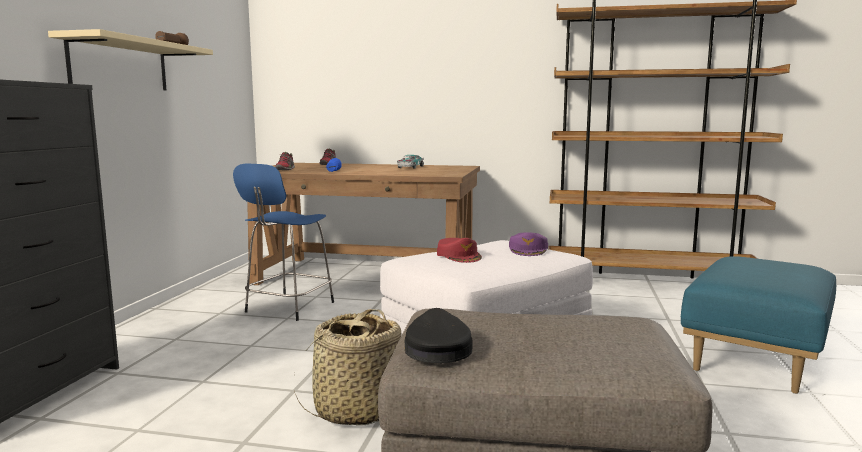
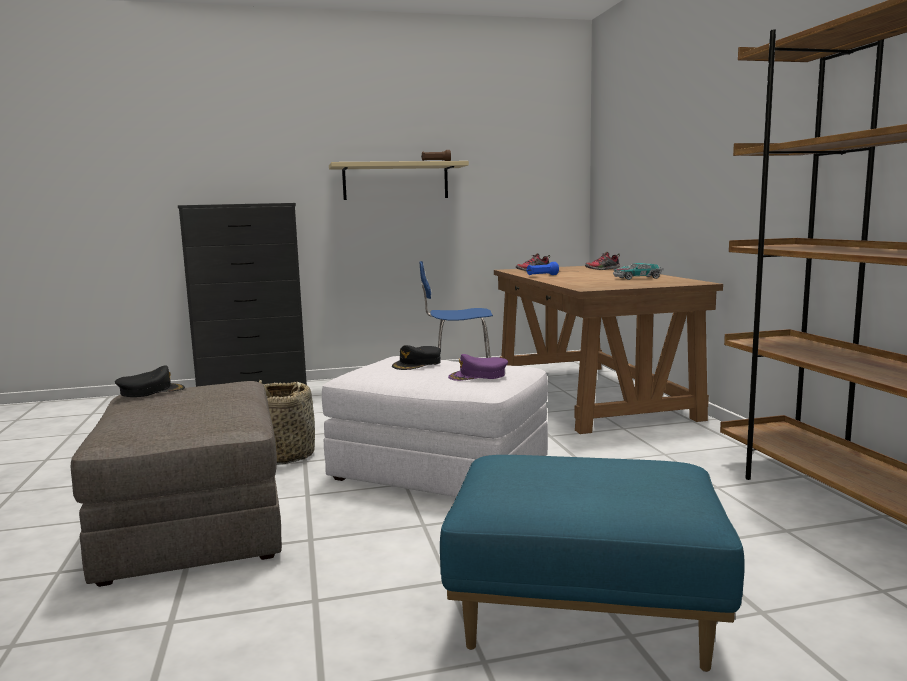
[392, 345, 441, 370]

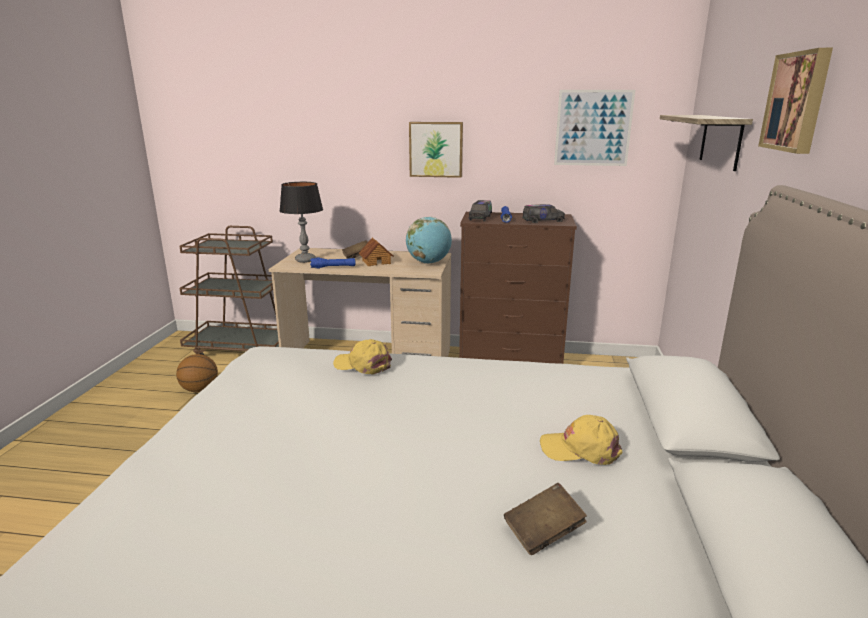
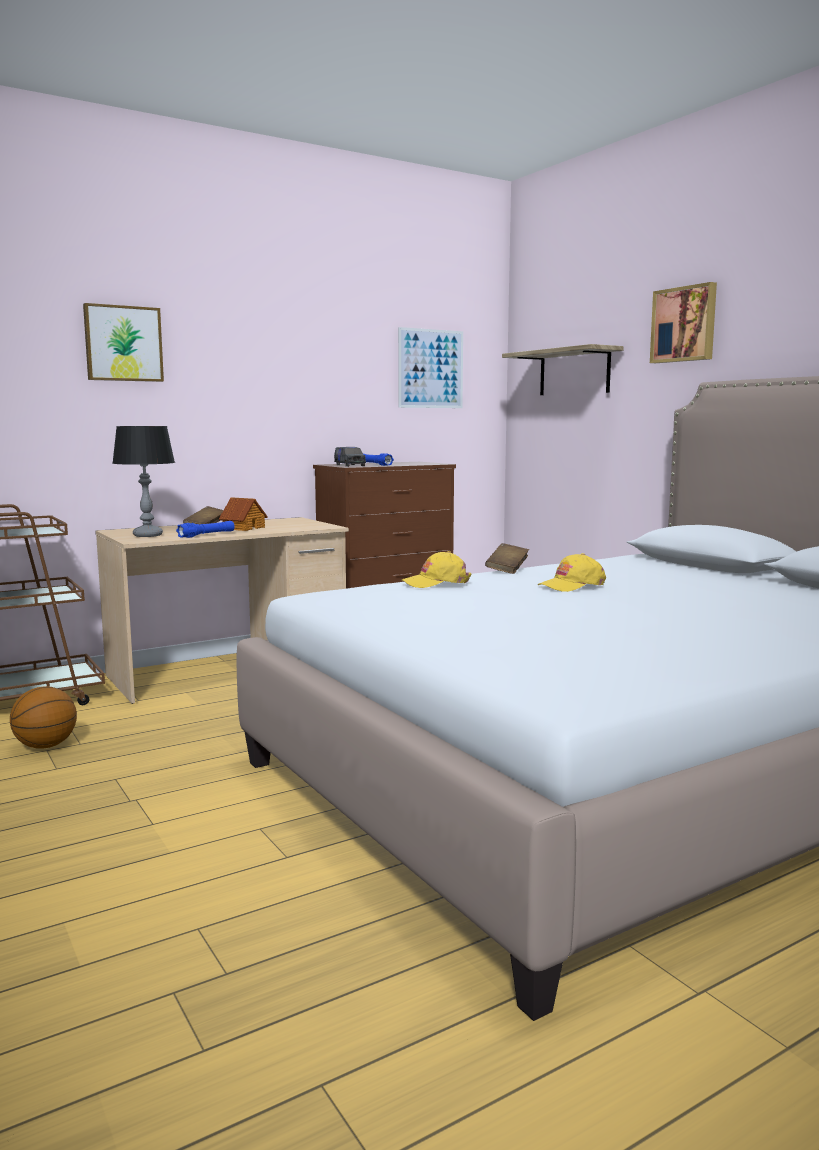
[83, 303, 164, 382]
[485, 543, 529, 574]
[537, 553, 606, 592]
[406, 217, 452, 264] (first image)
[522, 204, 565, 223] (first image)

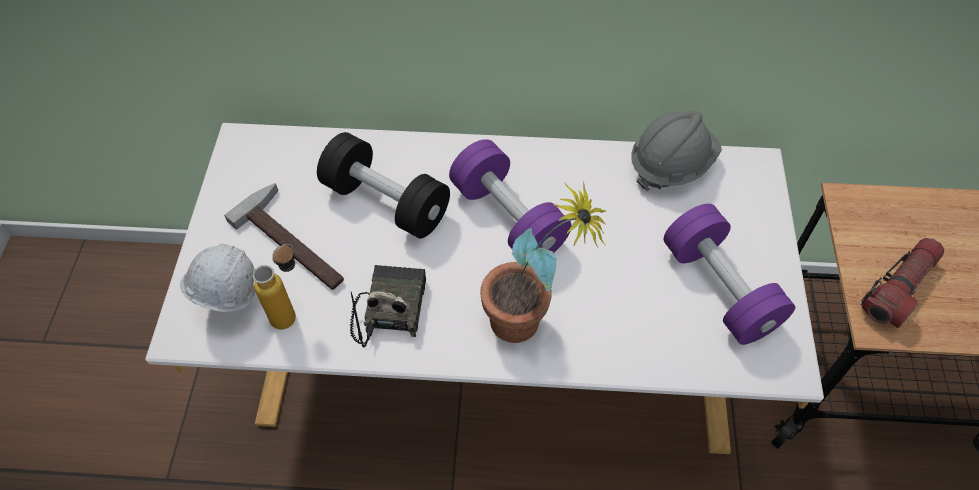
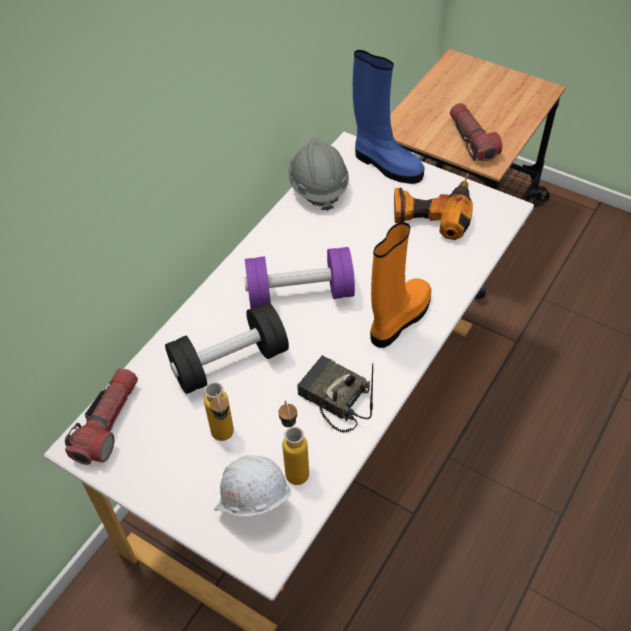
[65, 368, 138, 465]
[204, 382, 234, 441]
[353, 50, 425, 184]
[370, 222, 432, 348]
[394, 173, 473, 240]

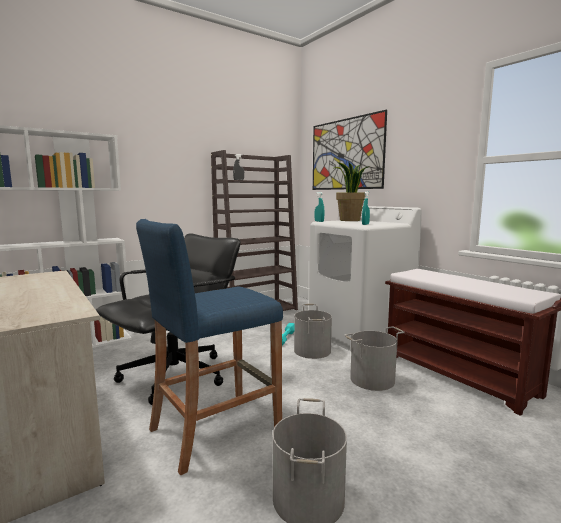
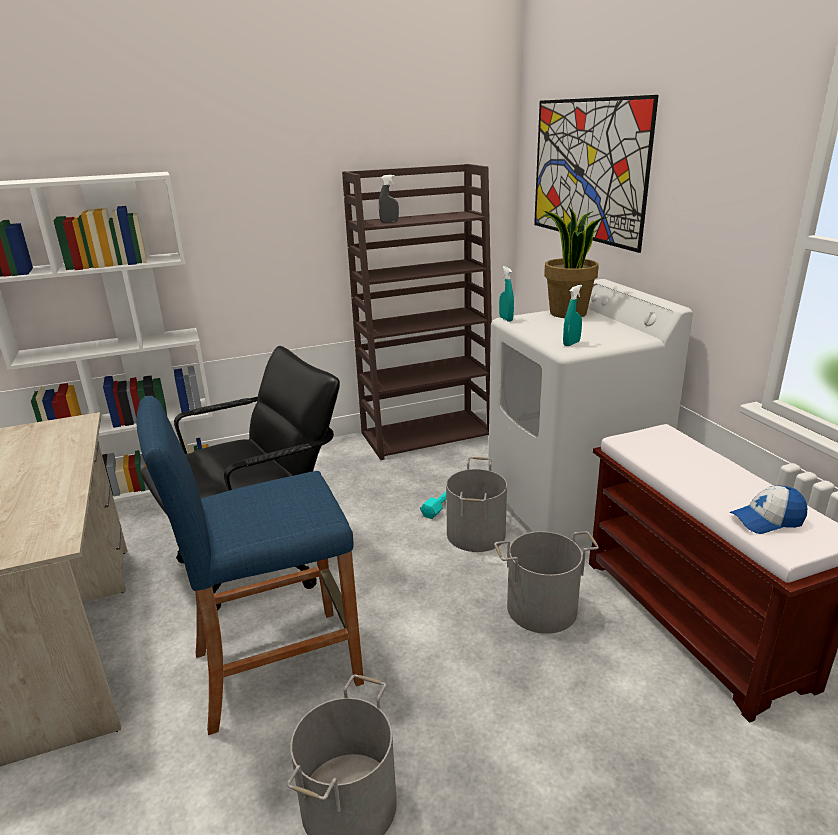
[730, 486, 807, 534]

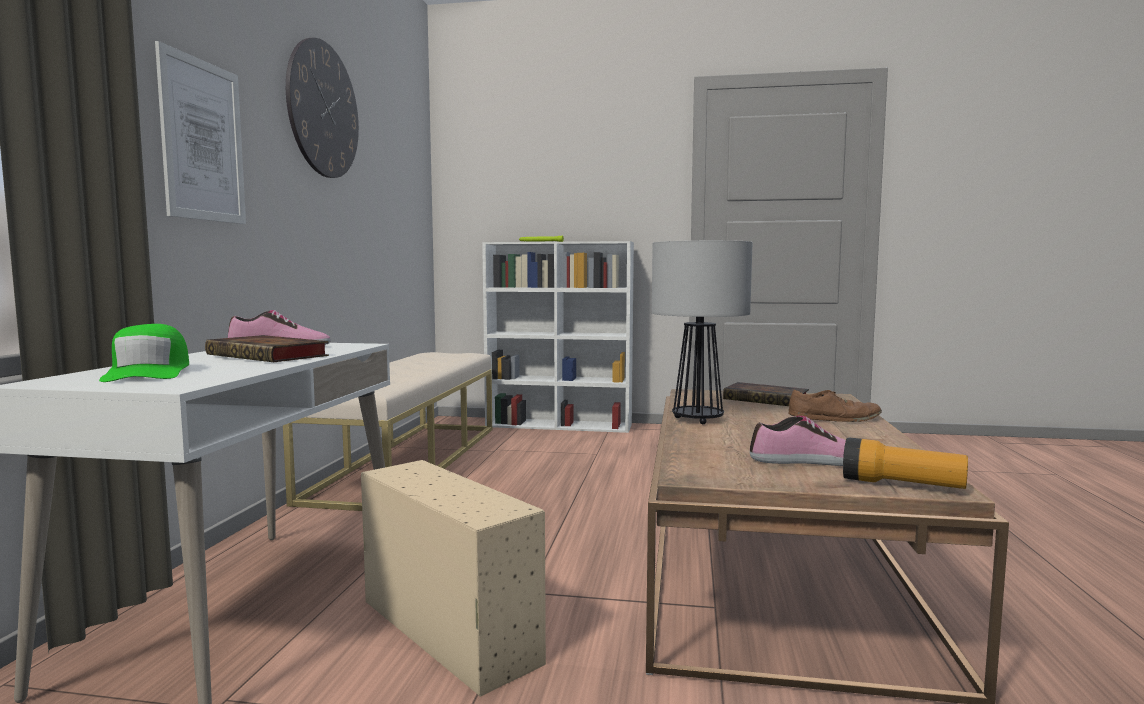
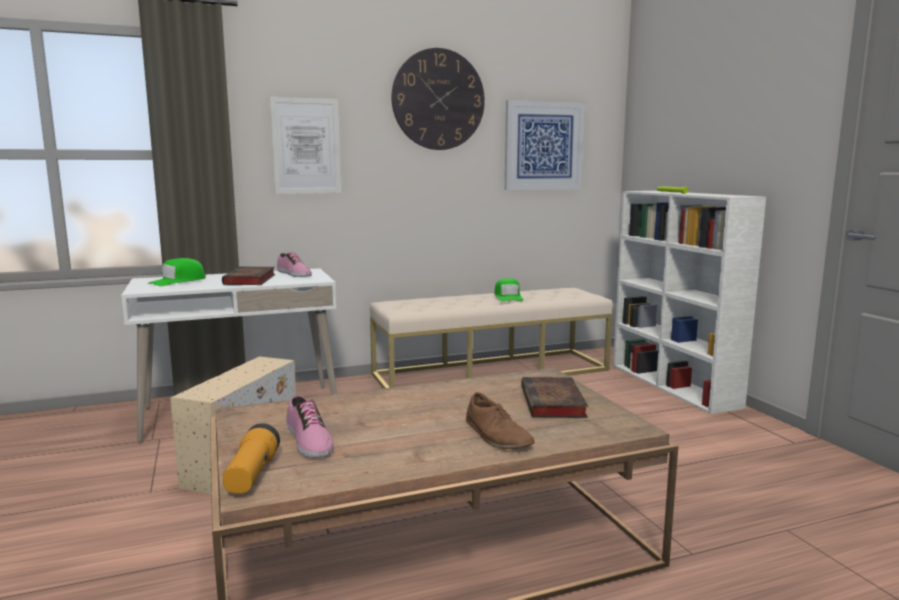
[494, 278, 524, 301]
[505, 100, 585, 190]
[652, 240, 752, 424] (first image)

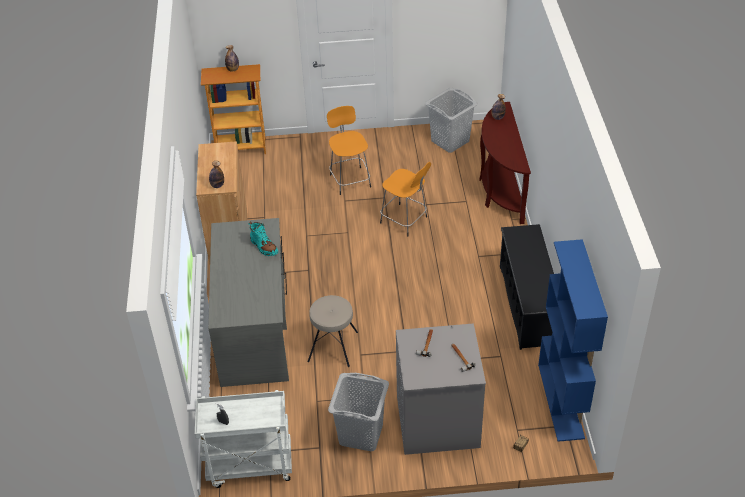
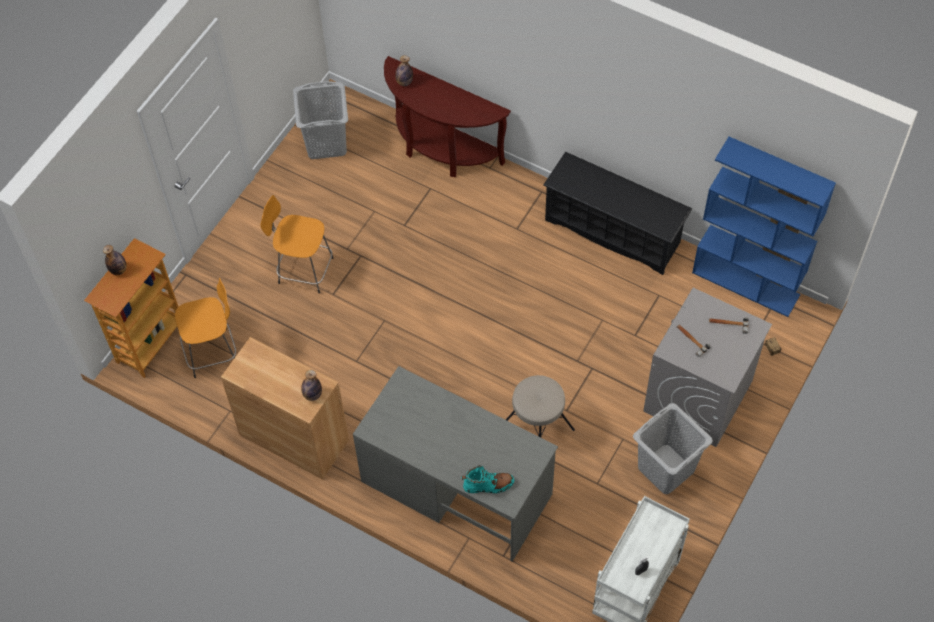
[175, 277, 236, 378]
[461, 465, 514, 493]

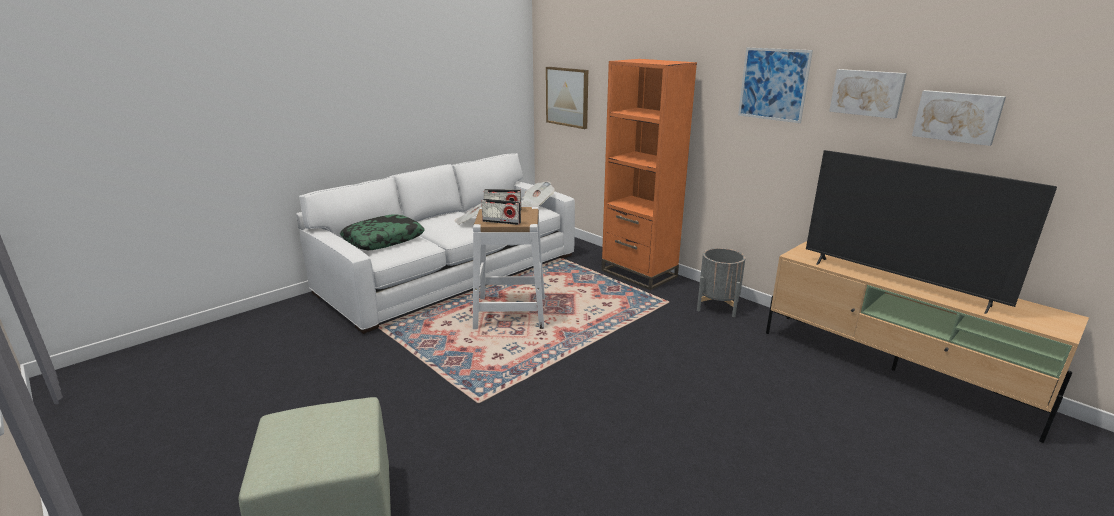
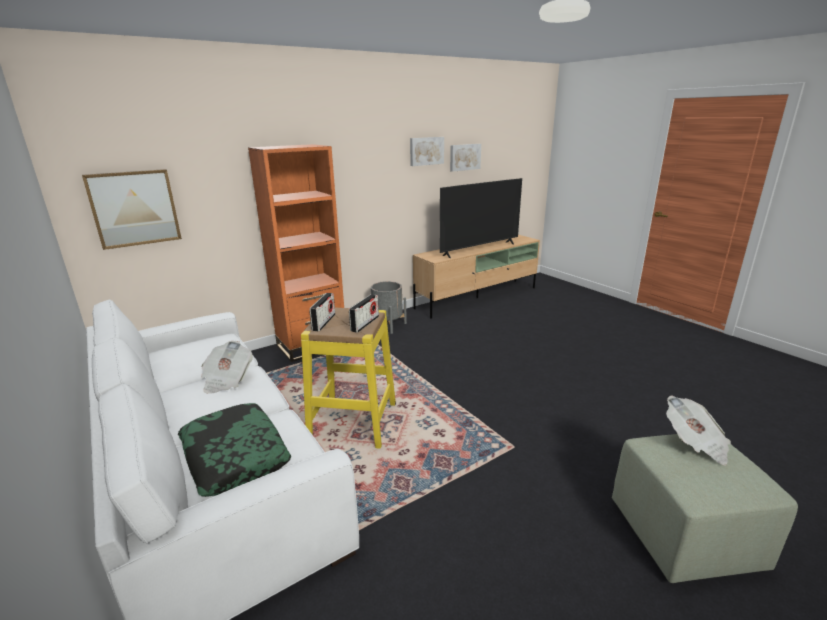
[301, 308, 396, 449]
[666, 396, 731, 465]
[738, 48, 813, 123] (first image)

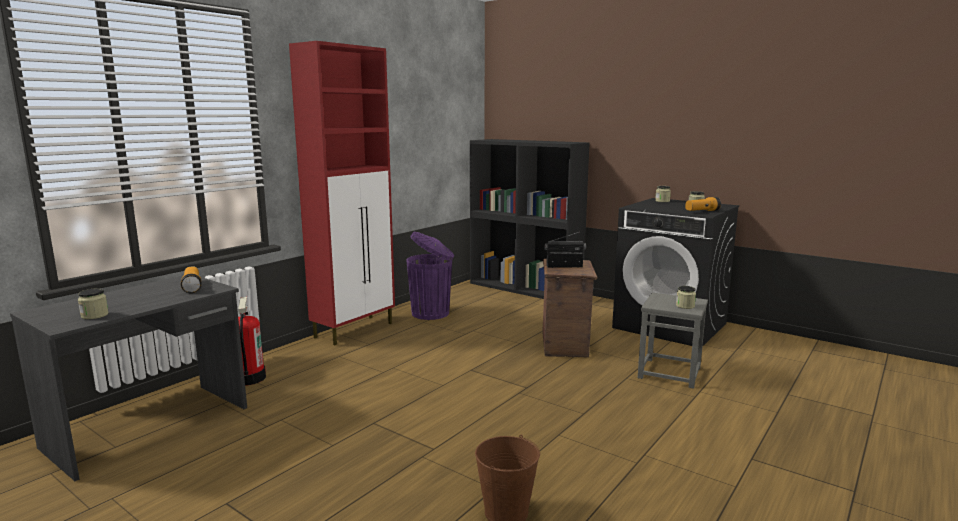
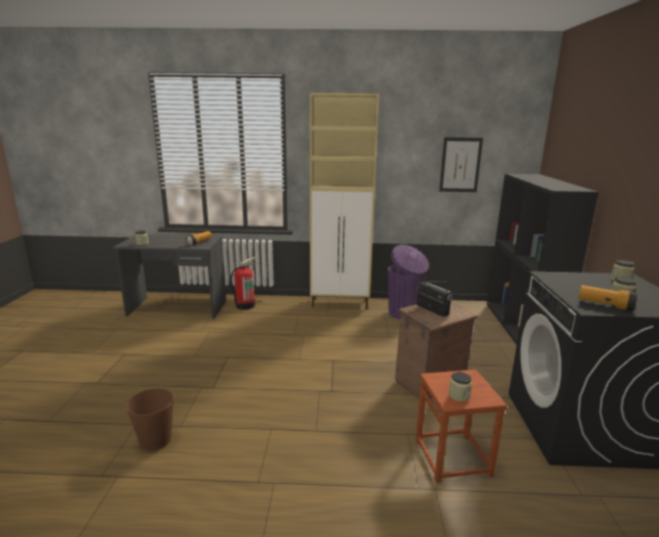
[310, 93, 379, 309]
[416, 369, 507, 483]
[439, 137, 483, 192]

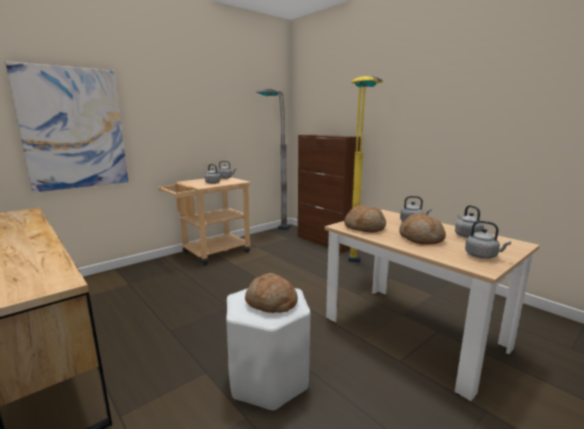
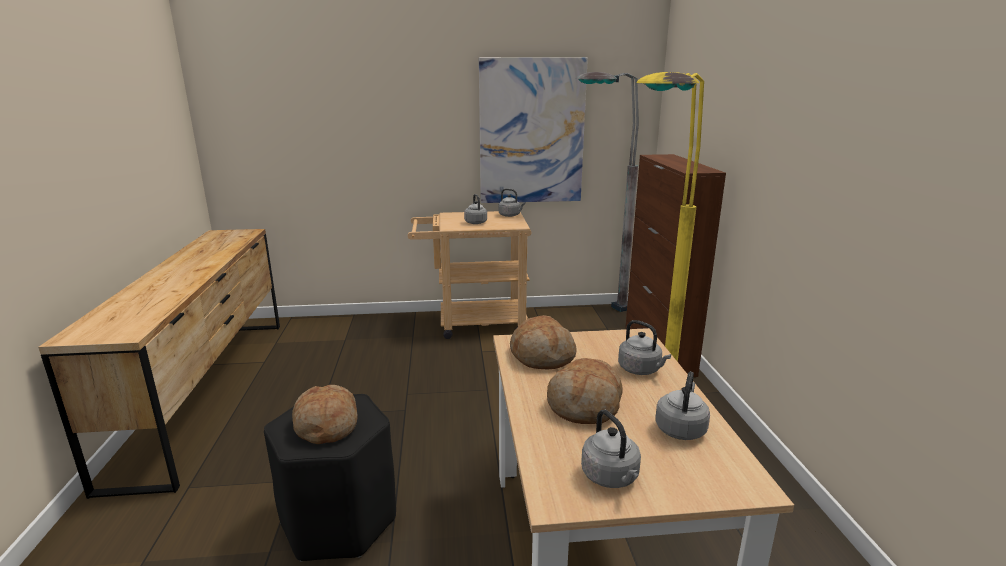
[264, 394, 396, 561]
[479, 57, 588, 203]

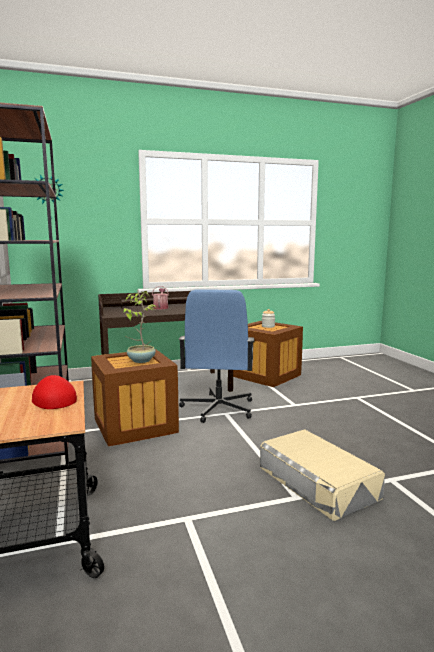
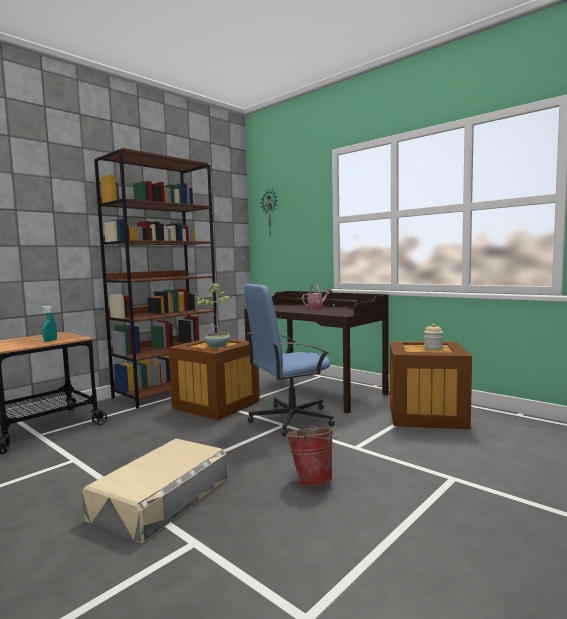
[42, 305, 57, 342]
[286, 424, 338, 486]

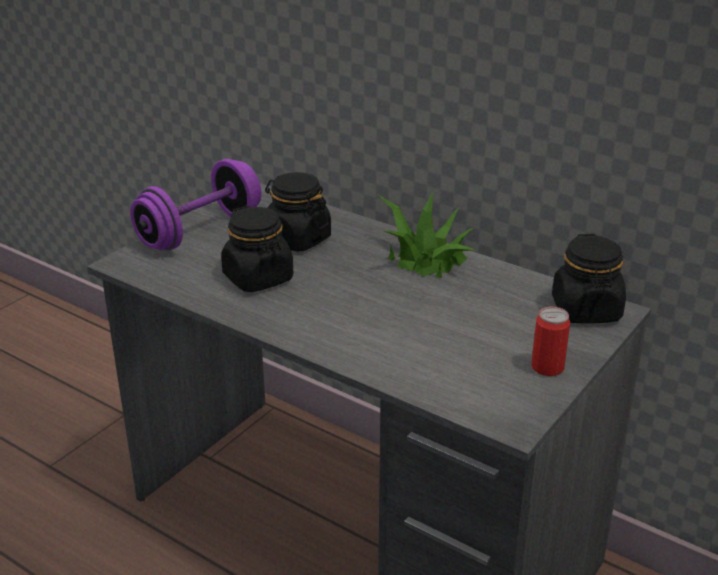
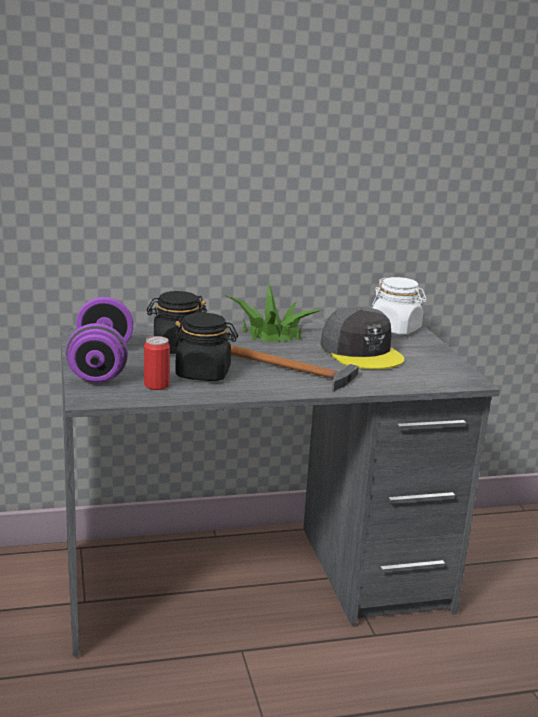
[144, 336, 170, 390]
[231, 345, 359, 392]
[320, 307, 404, 369]
[372, 277, 427, 335]

